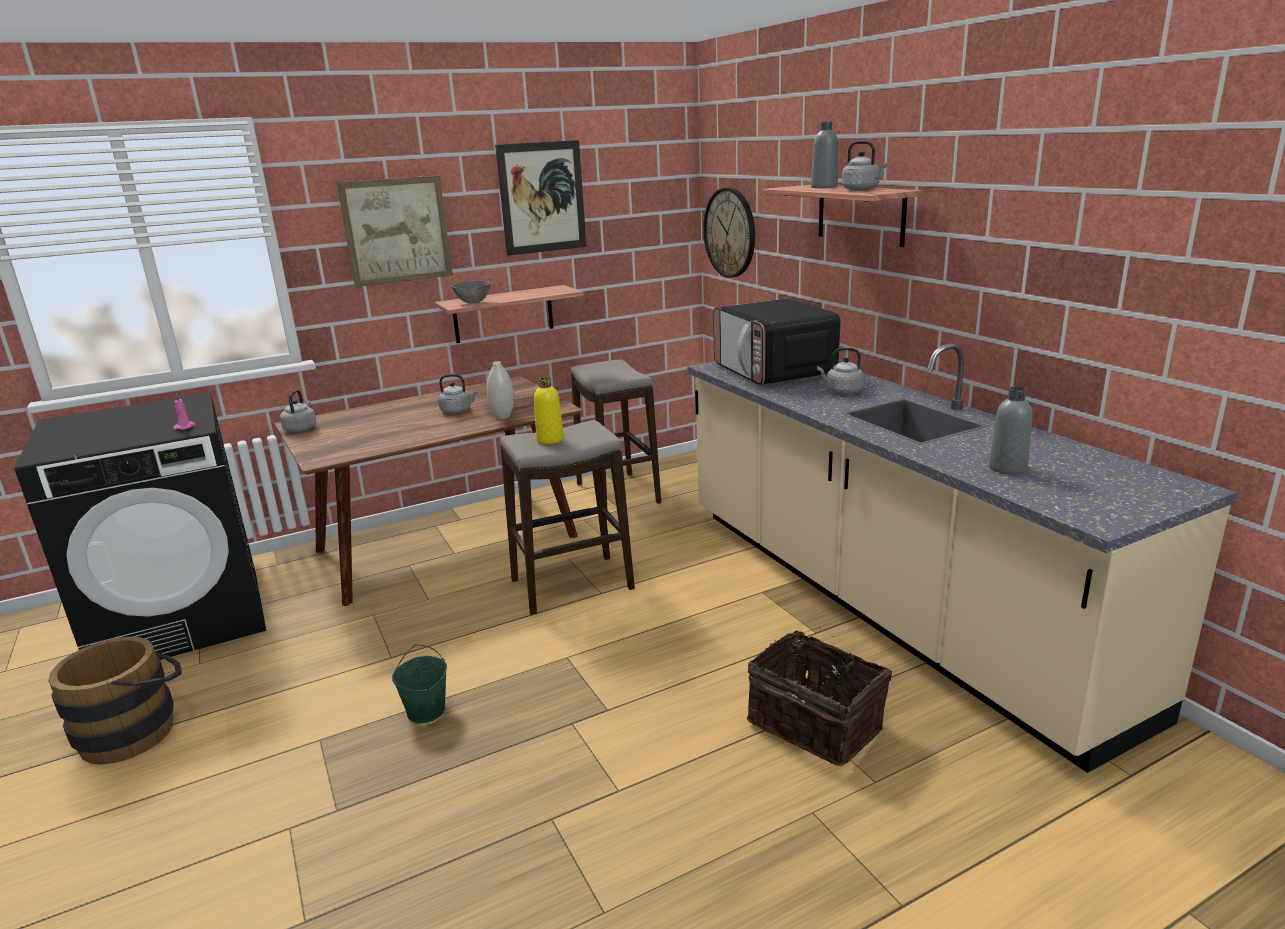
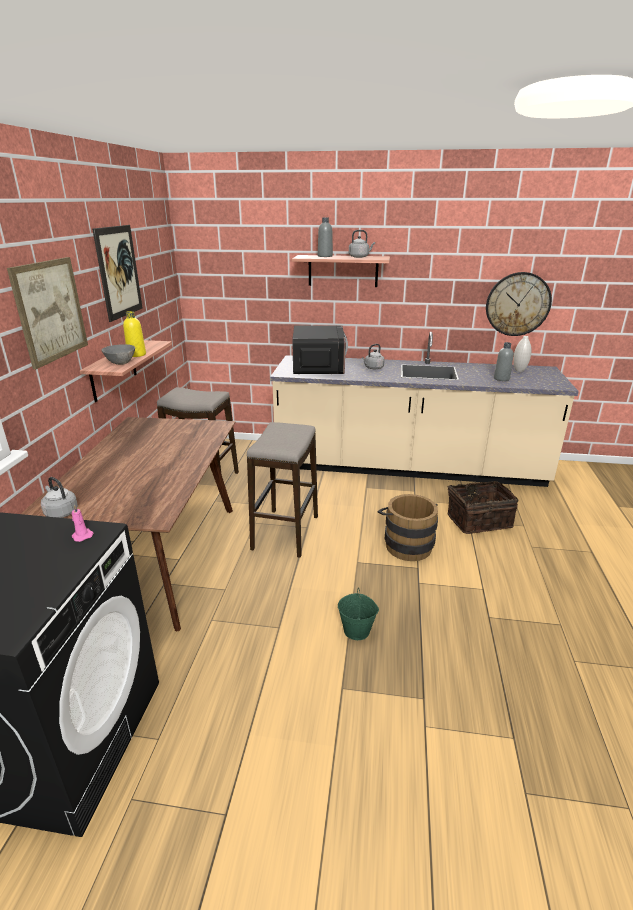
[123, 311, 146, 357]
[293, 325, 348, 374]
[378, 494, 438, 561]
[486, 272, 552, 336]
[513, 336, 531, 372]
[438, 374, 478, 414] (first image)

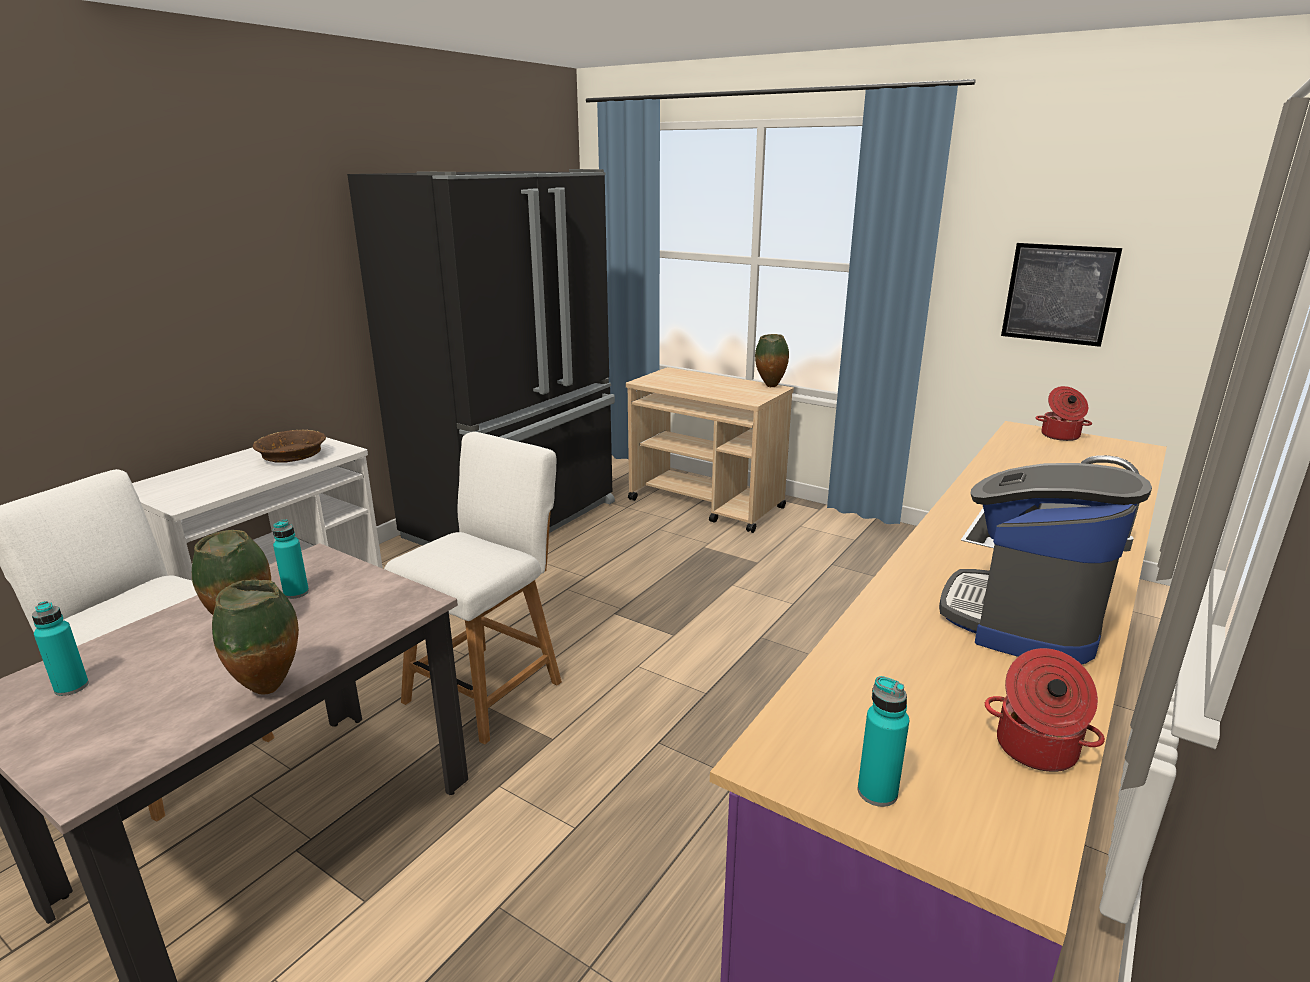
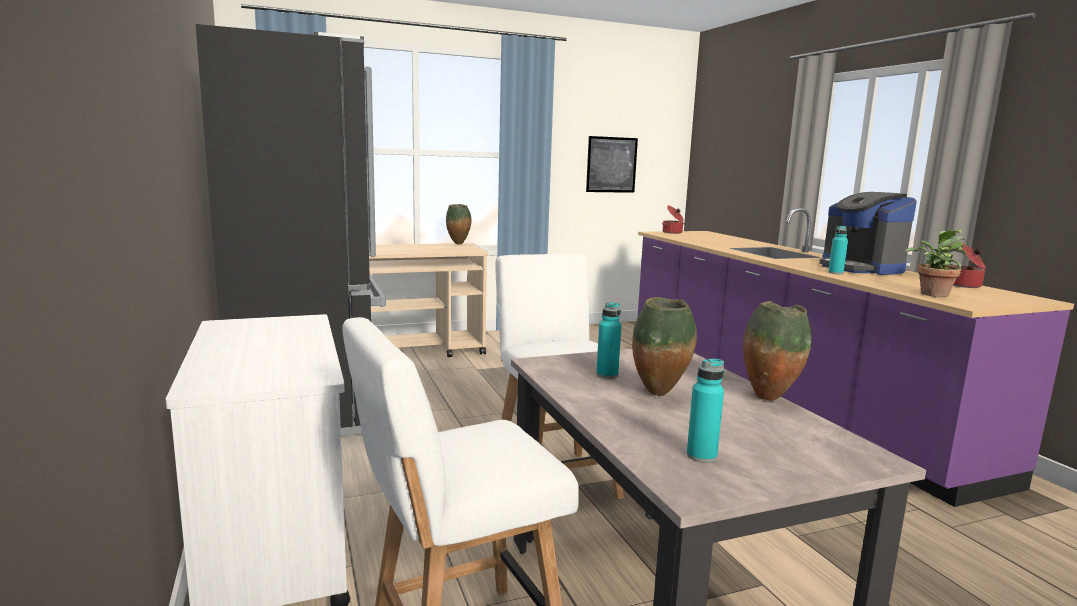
[828, 226, 848, 274]
[905, 230, 967, 297]
[253, 430, 326, 463] (first image)

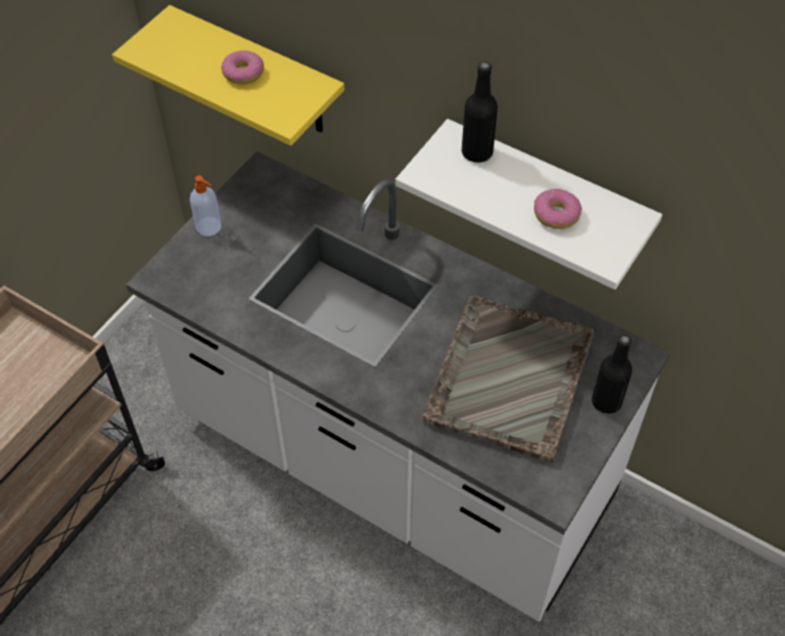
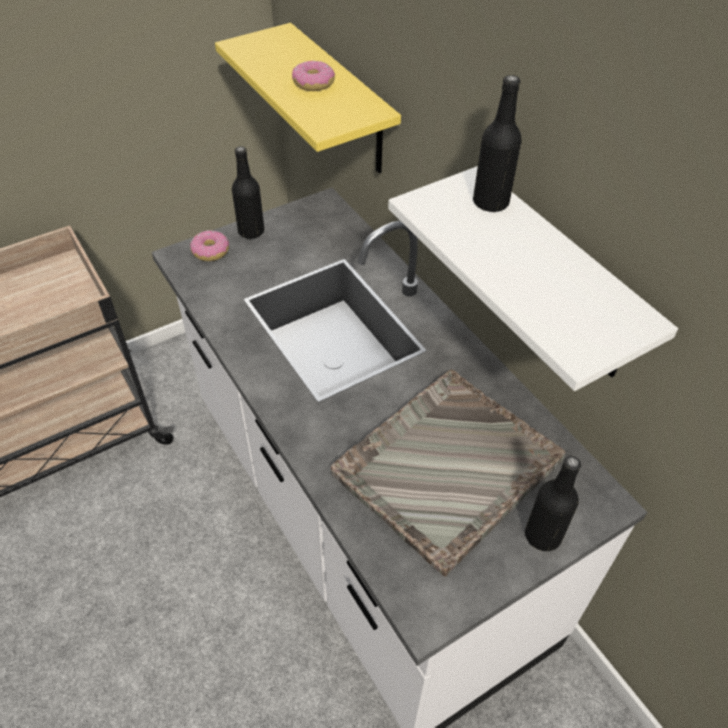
[190, 230, 229, 261]
[232, 146, 264, 239]

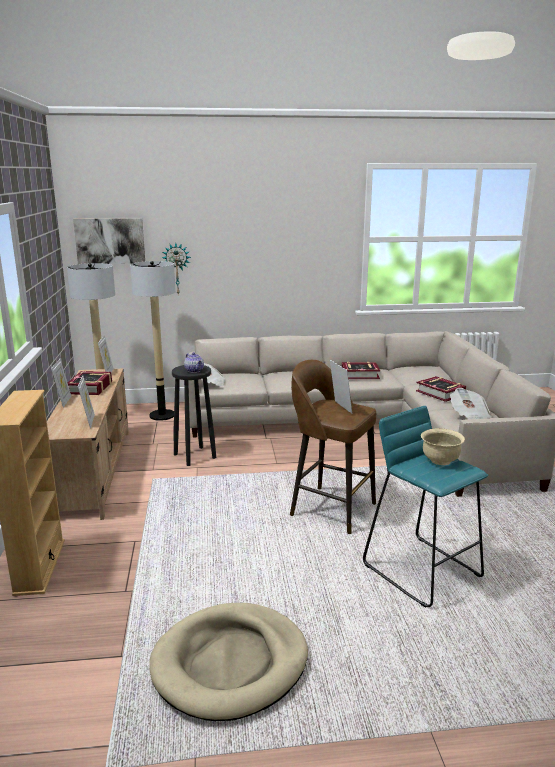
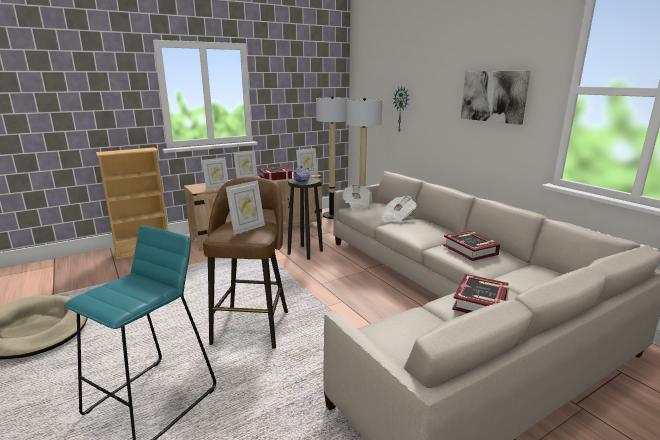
[381, 196, 416, 222]
[461, 71, 531, 125]
[421, 428, 465, 465] (first image)

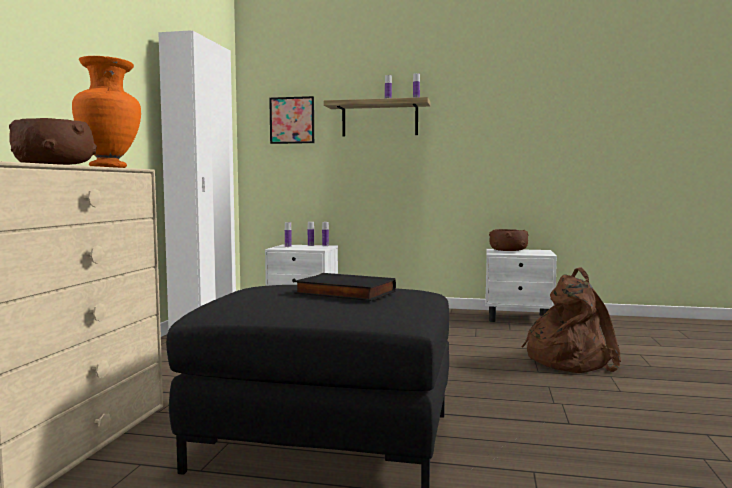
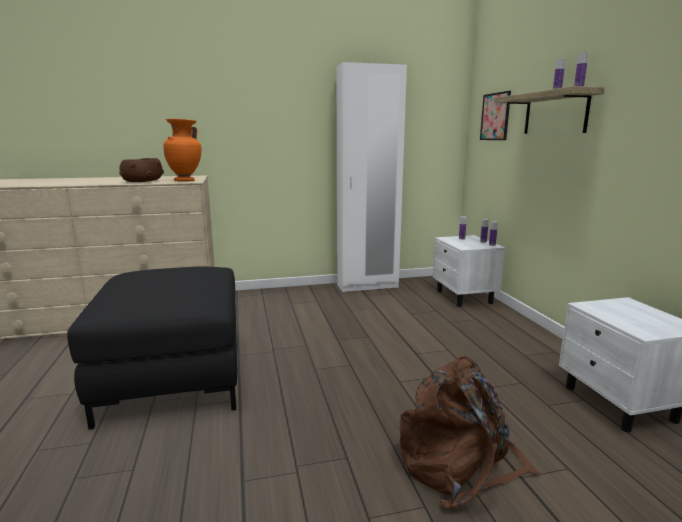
[294, 273, 396, 301] (first image)
[489, 229, 529, 251] (first image)

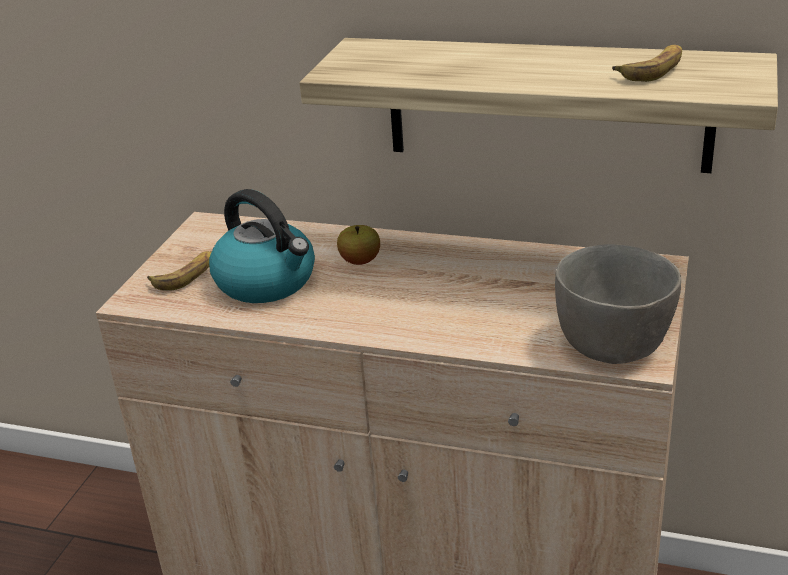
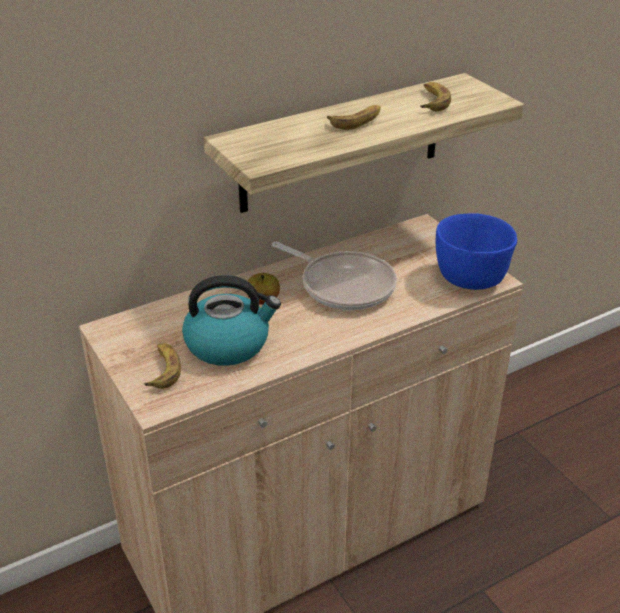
[272, 242, 397, 310]
[327, 105, 381, 130]
[436, 213, 517, 290]

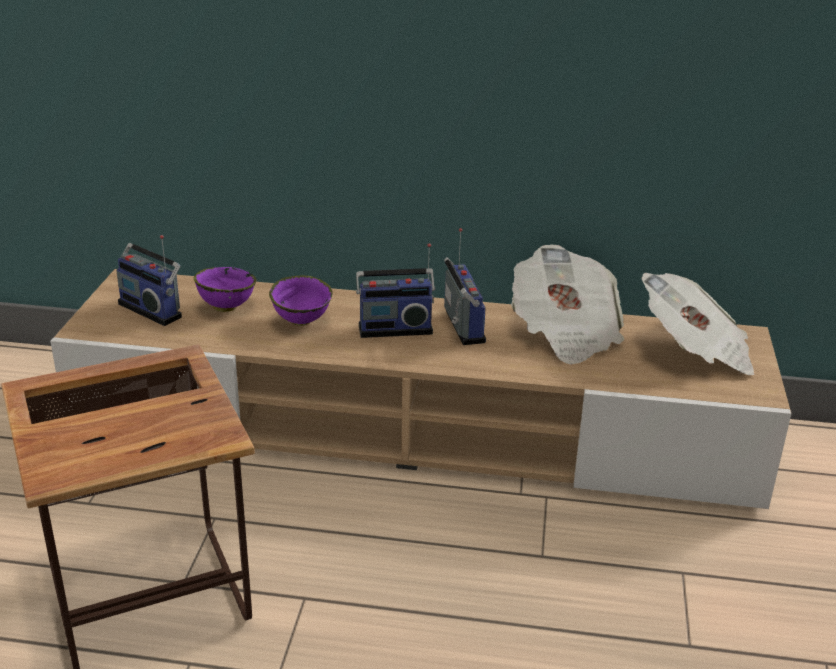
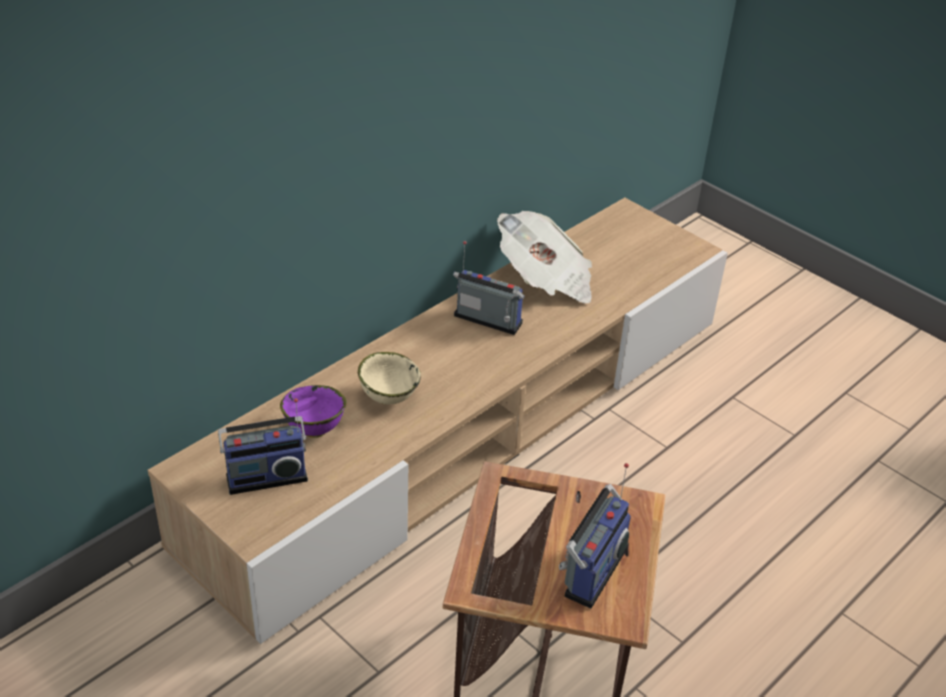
[358, 352, 421, 404]
[559, 463, 631, 609]
[642, 273, 755, 376] (first image)

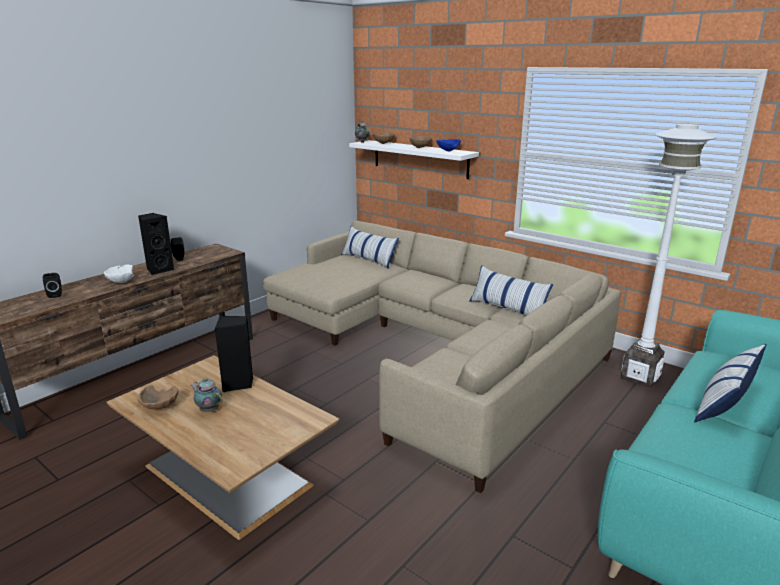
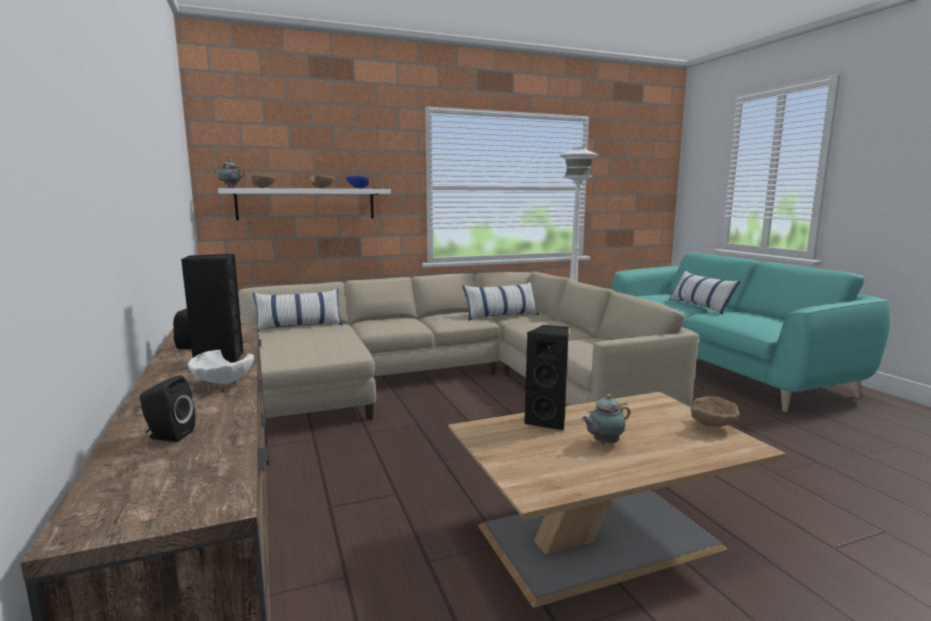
[690, 396, 739, 427]

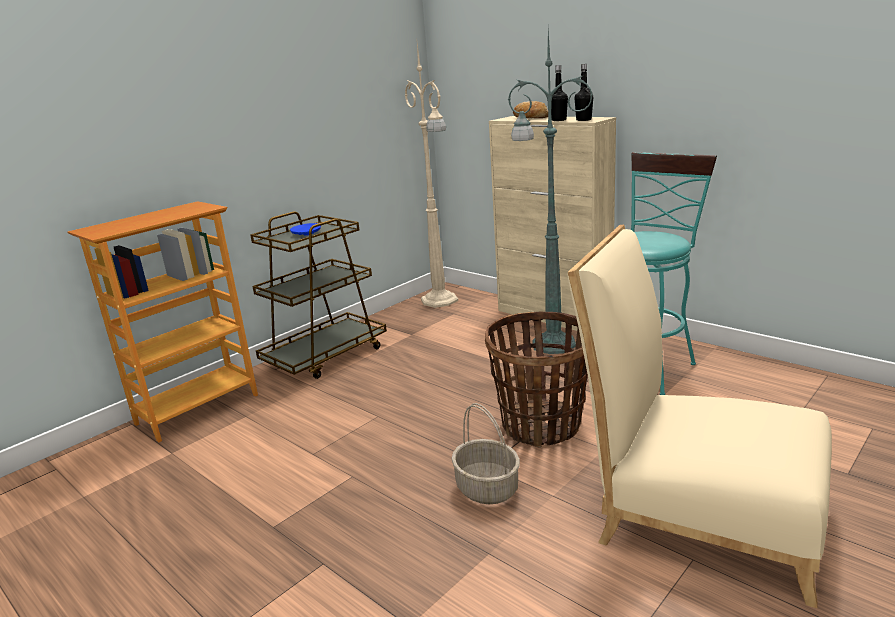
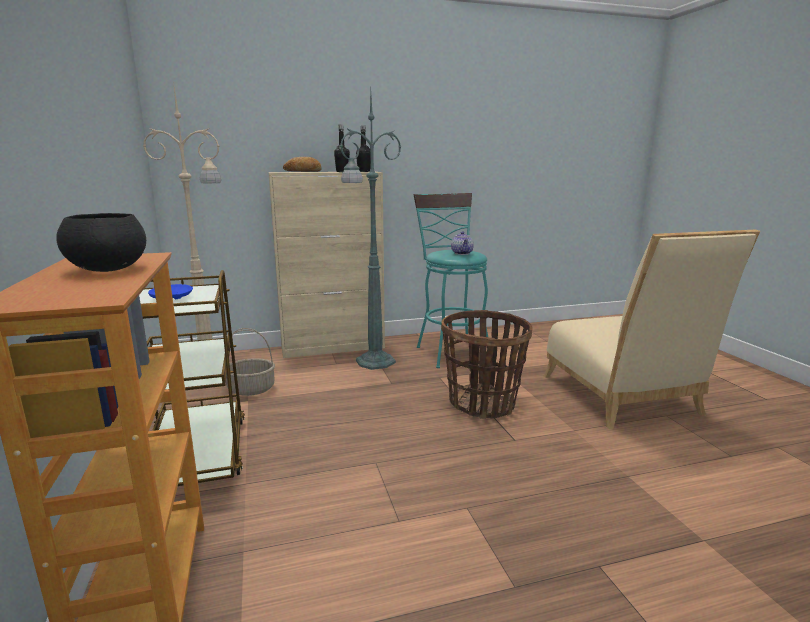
[56, 213, 146, 272]
[226, 328, 275, 396]
[451, 231, 474, 255]
[543, 230, 760, 429]

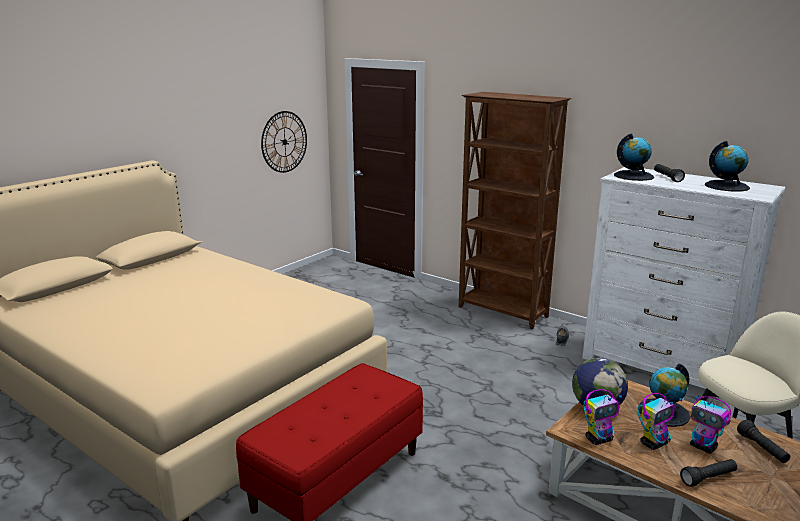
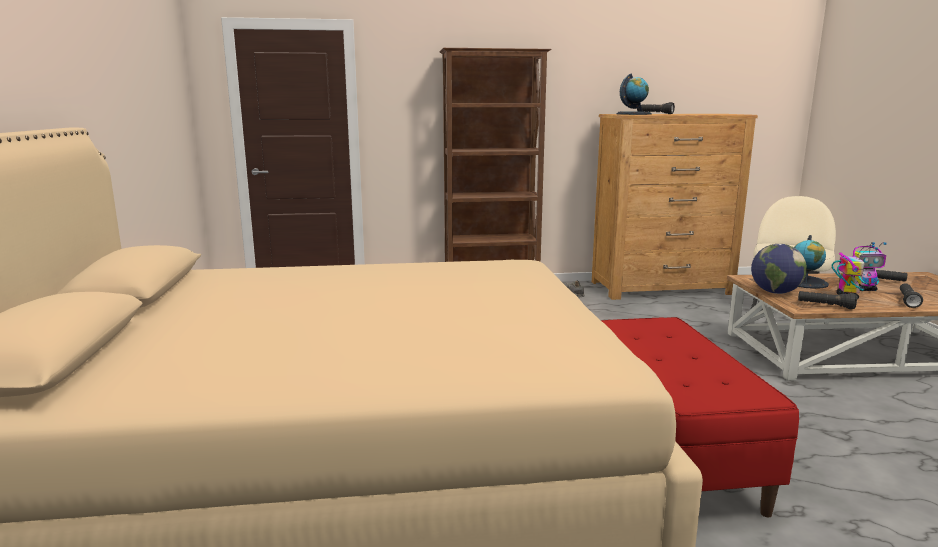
[592, 114, 758, 300]
[798, 291, 857, 309]
[261, 111, 307, 173] (first image)
[705, 141, 750, 192] (first image)

